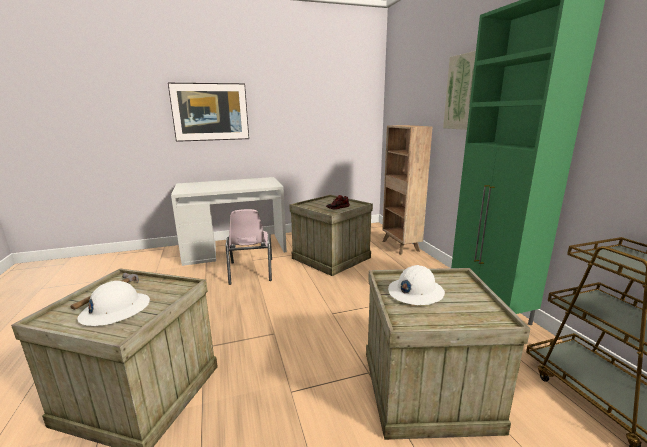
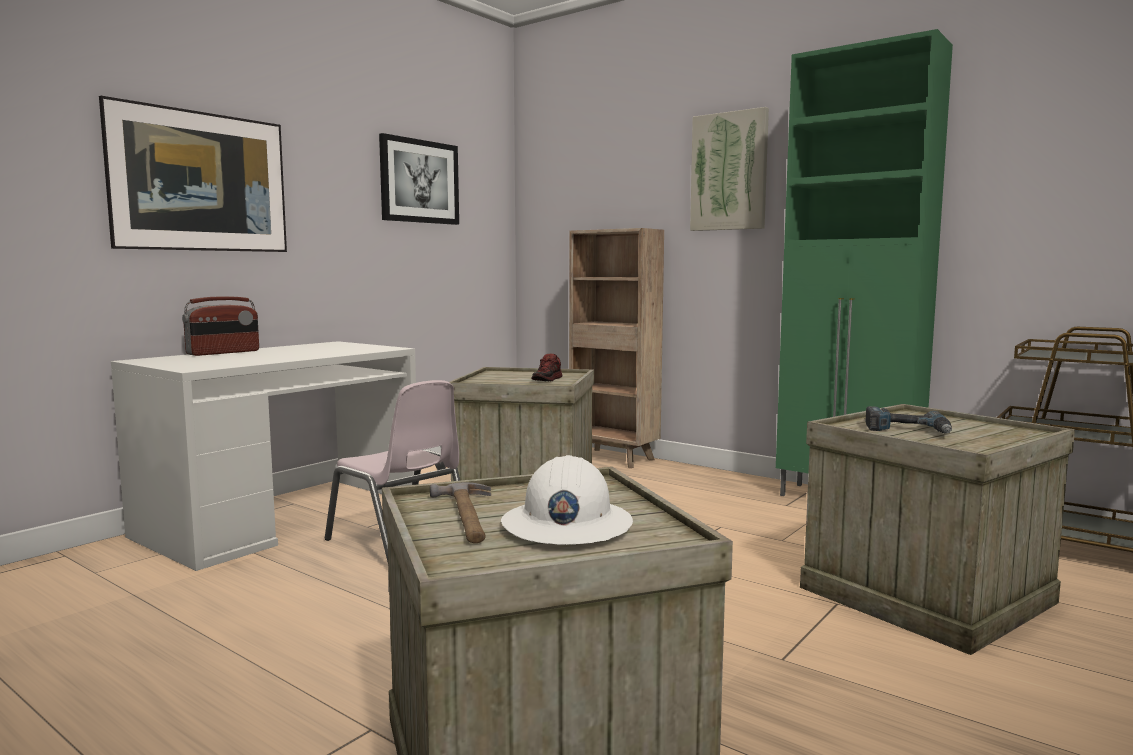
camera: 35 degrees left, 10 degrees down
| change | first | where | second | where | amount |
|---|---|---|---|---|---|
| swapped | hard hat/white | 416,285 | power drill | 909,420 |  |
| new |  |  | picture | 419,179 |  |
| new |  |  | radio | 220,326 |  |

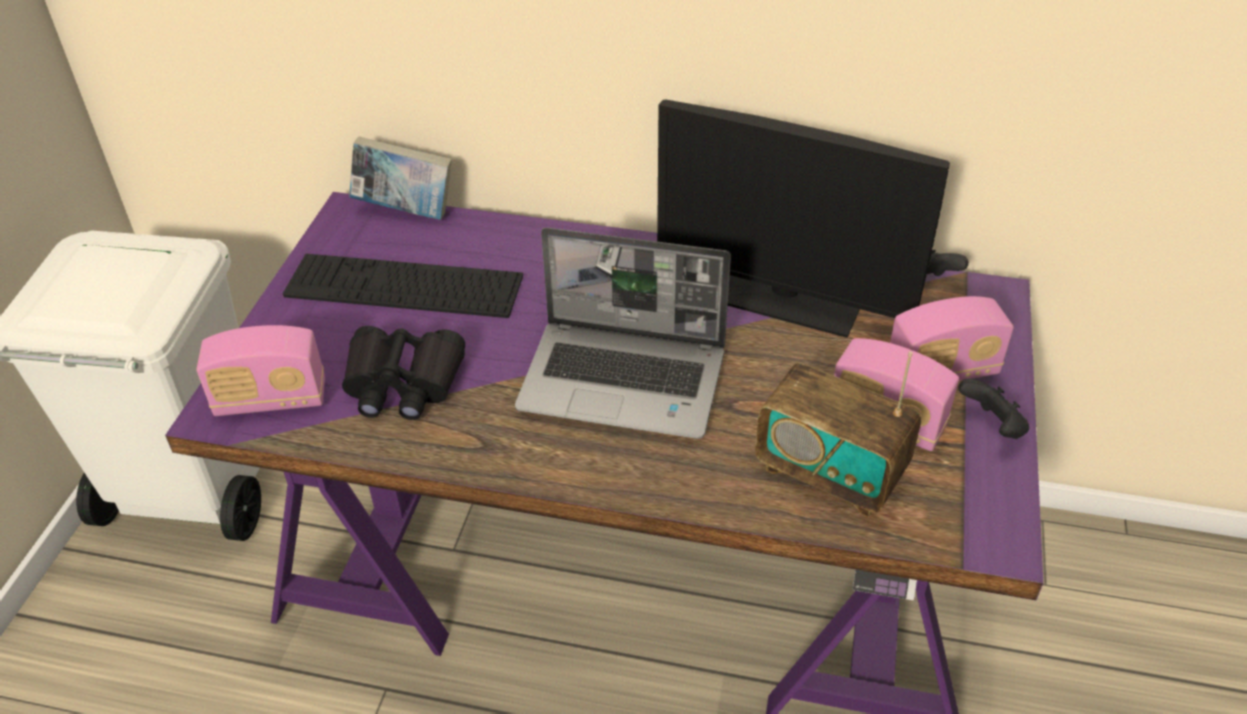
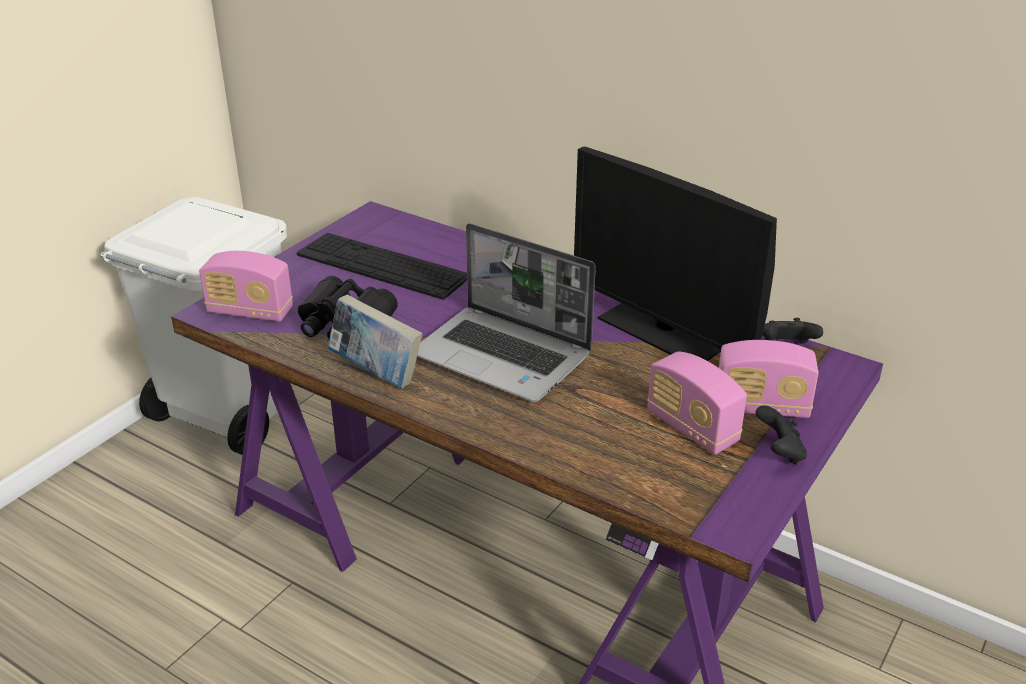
camera: 20 degrees right, 10 degrees down
| change | first | where | second | where | amount |
|---|---|---|---|---|---|
| shifted | book | 400,178 |  | 375,341 |  |
| gone | radio | 838,434 |  |  |  |

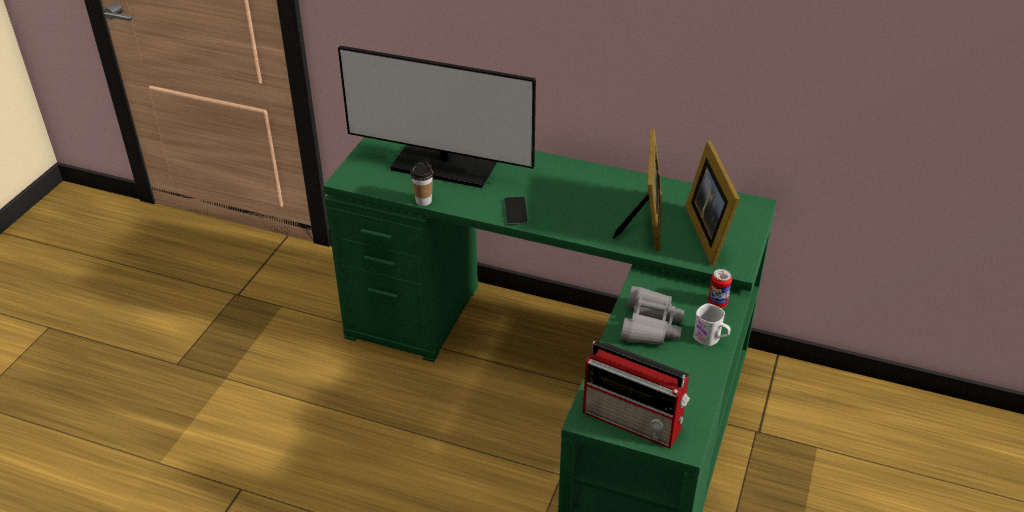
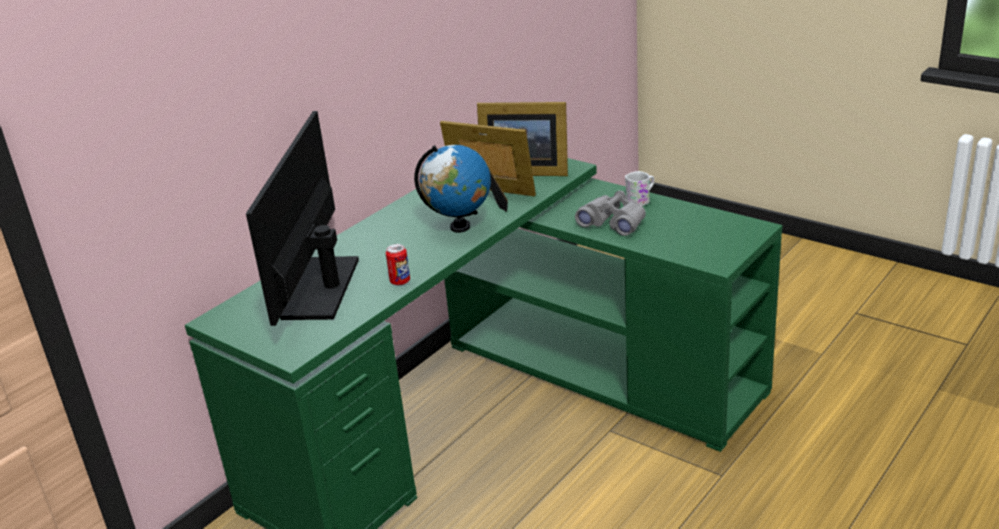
camera: 70 degrees left, 10 degrees down
| change | first | where | second | where | amount |
|---|---|---|---|---|---|
| rotated | monitor | 437,117 |  | 302,218 | 150 degrees clockwise |
| gone | cup | 421,184 |  |  |  |
| gone | phone | 516,211 |  |  |  |
| shifted | can | 720,288 |  | 398,264 |  |
| gone | radio | 636,394 |  |  |  |
| new |  |  | globe | 452,189 |  |

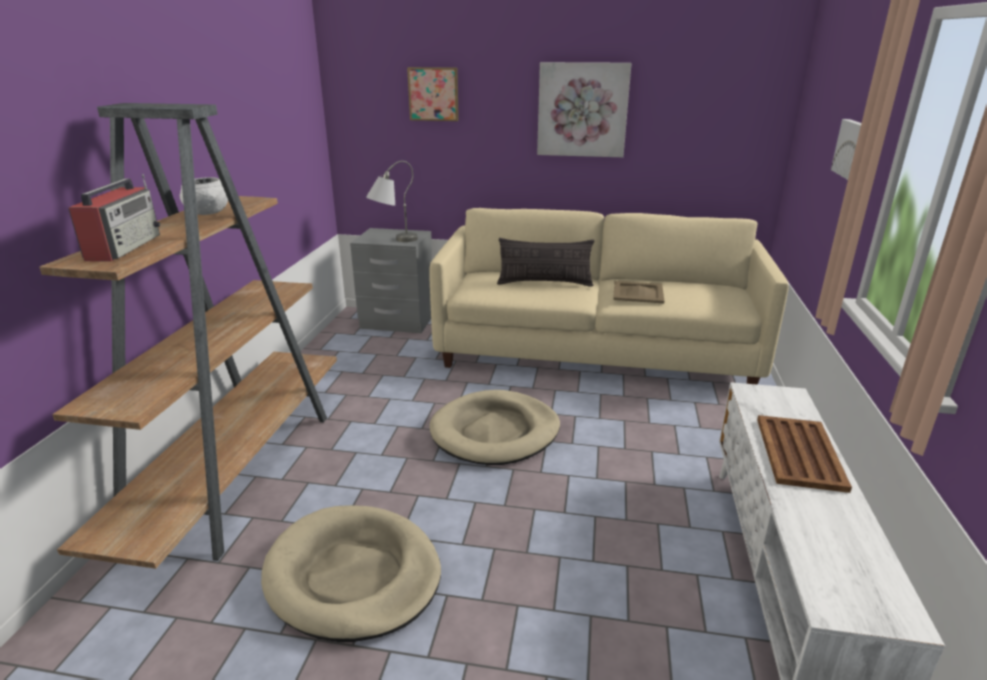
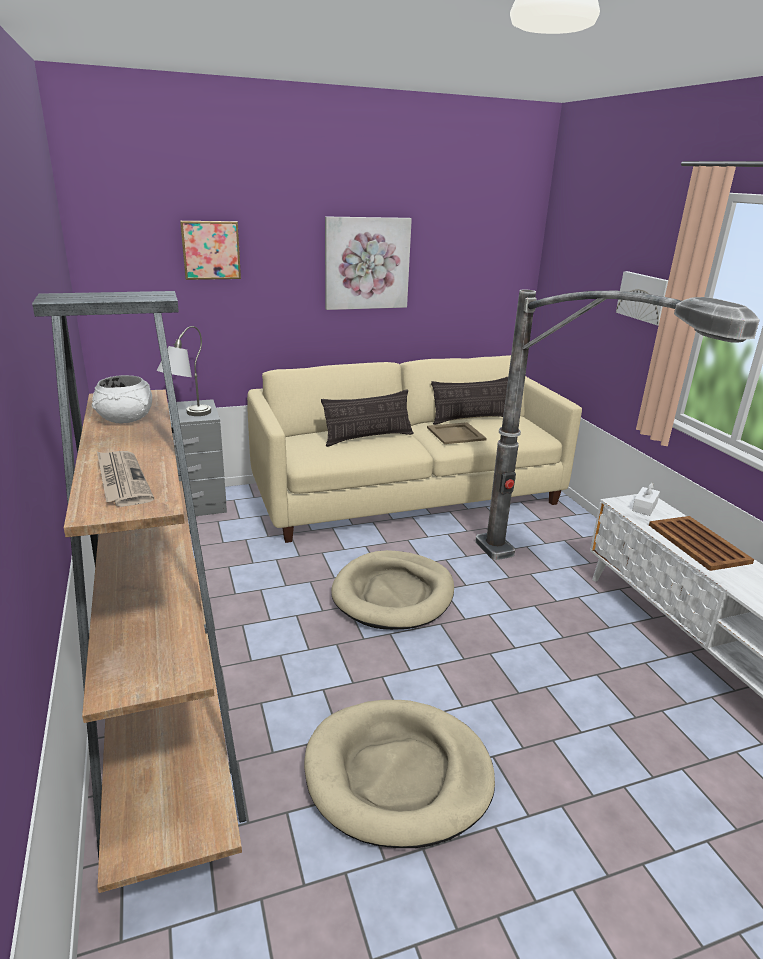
camera: 30 degrees left, 0 degrees up
| change | first | where | second | where | amount |
|---|---|---|---|---|---|
| swapped | radio | 114,217 | newspaper | 125,479 |  |
| new |  |  | floor lamp | 617,425 |  |
| new |  |  | pillow | 469,401 |  |
| new |  |  | tissue box/white | 646,499 |  |

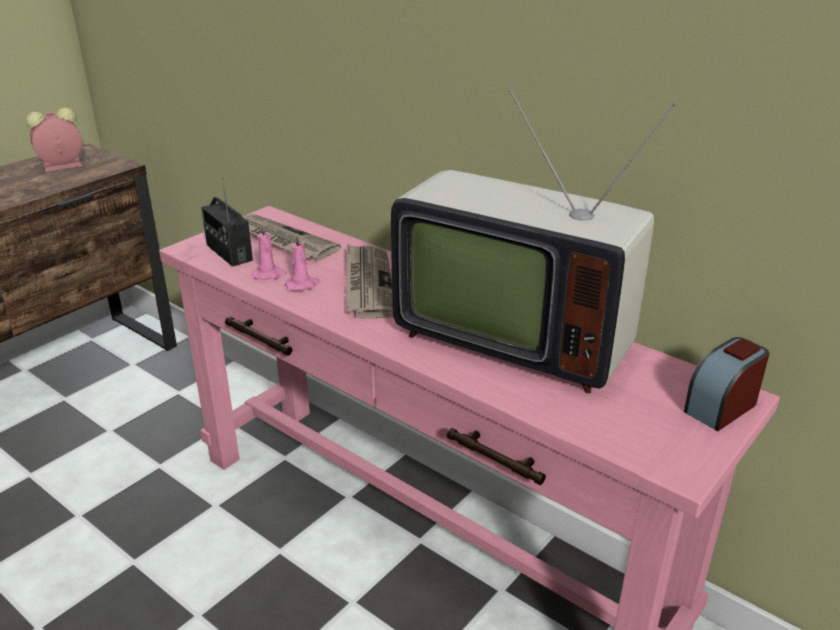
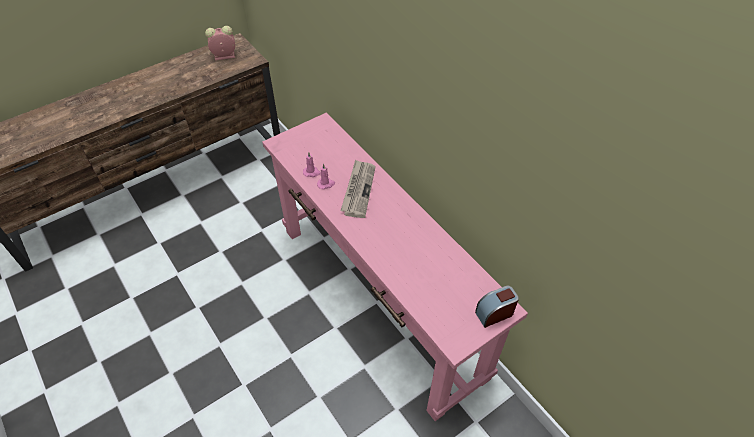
camera: 15 degrees right, 20 degrees up
| change | first | where | second | where | amount |
|---|---|---|---|---|---|
| gone | television | 533,241 |  |  |  |
| gone | radio | 227,222 |  |  |  |
| gone | newspaper | 291,237 |  |  |  |

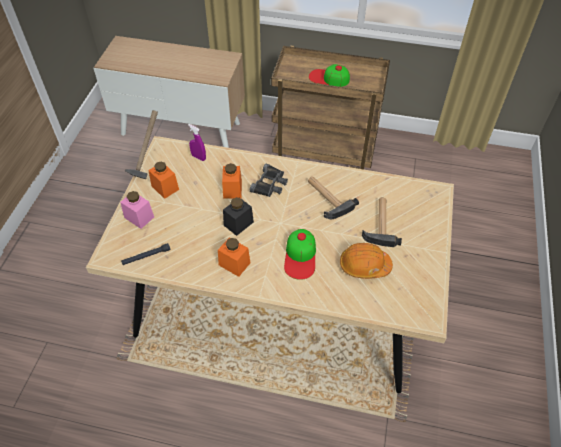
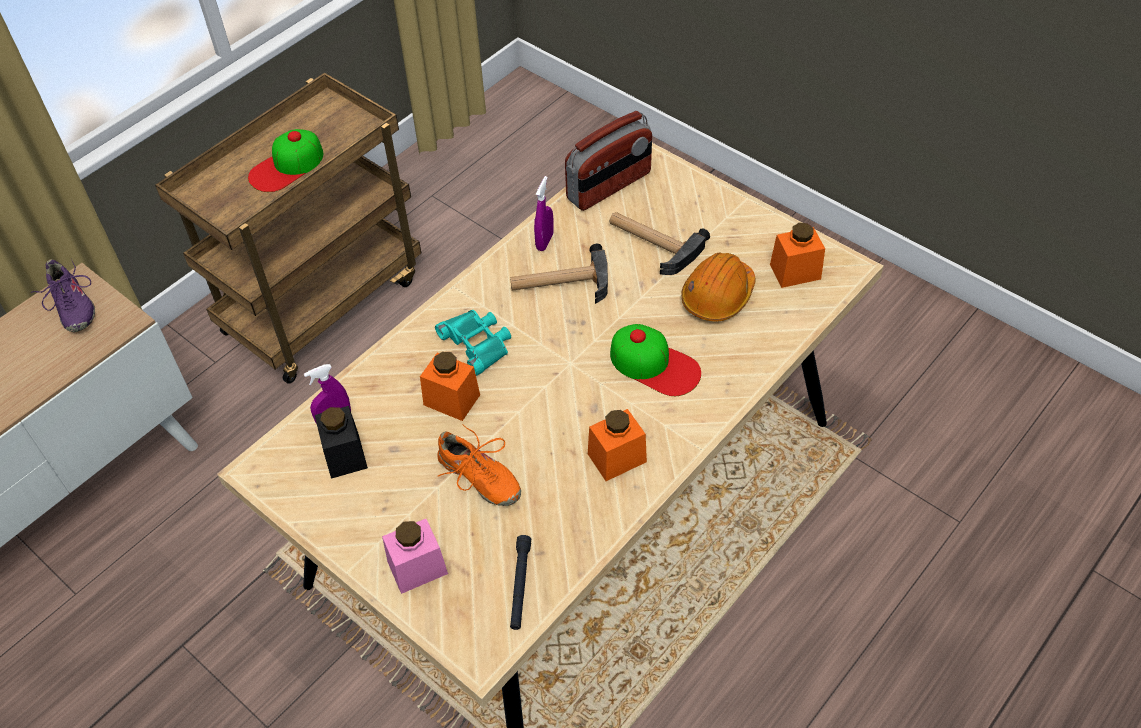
camera: 60 degrees left, 0 degrees up
| change | first | where | second | where | amount |
|---|---|---|---|---|---|
| gone | hammer | 141,144 |  |  |  |
| shifted | jar/orange | 163,180 |  | 797,255 |  |
| repainted | binoculars/black | 269,180 | binoculars/turquoise | 473,343 |  |
| shifted | jar/black | 238,216 |  | 341,442 |  |
| new |  |  | radio | 608,161 |  |
| new |  |  | spray bottle/purple | 544,213 |  |
| new |  |  | shoe/purple | 63,295 |  |
| new |  |  | shoe/orange | 479,465 |  |

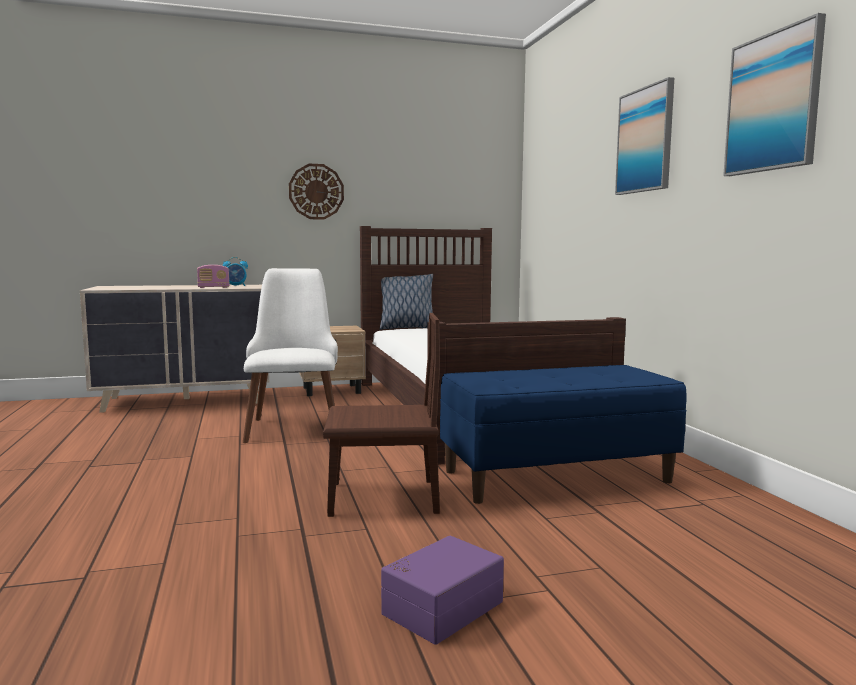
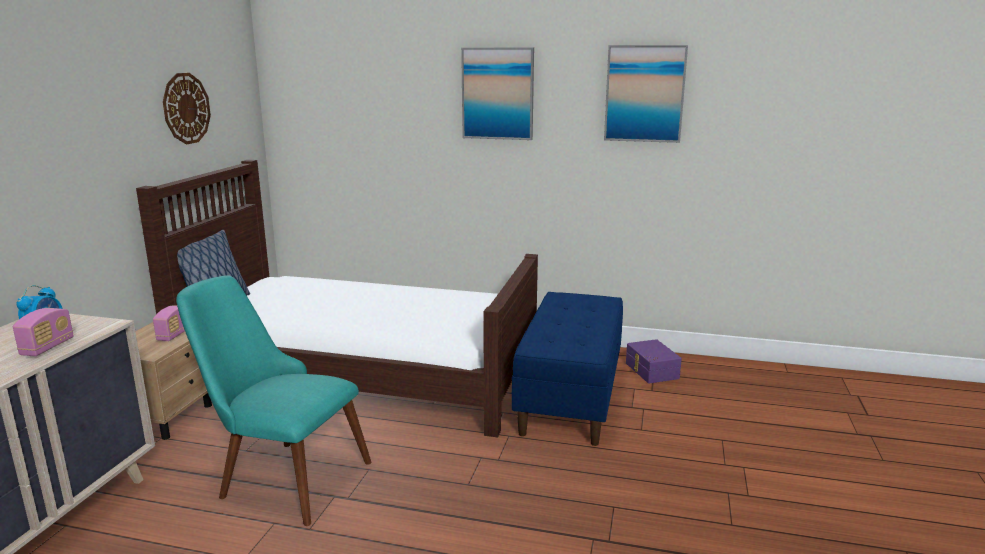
camera: 60 degrees left, 10 degrees up
| change | first | where | second | where | amount |
|---|---|---|---|---|---|
| shifted | wall clock | 316,192 |  | 187,108 |  |
| repainted | chair/white | 290,355 | chair/turquoise | 274,400 |  |
| gone | chair/brown | 381,415 |  |  |  |
| shifted | storage box/purple | 442,590 |  | 654,361 |  |
| new |  |  | radio | 169,323 |  |

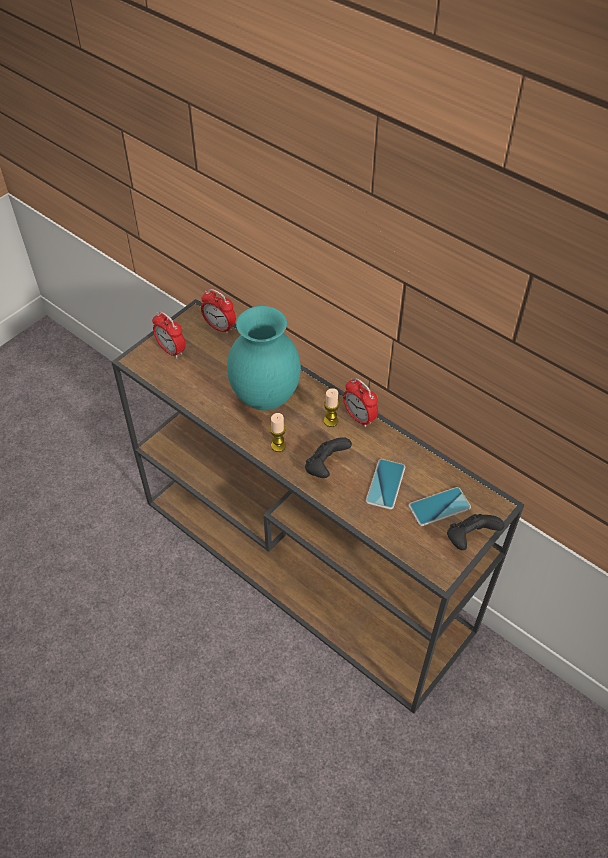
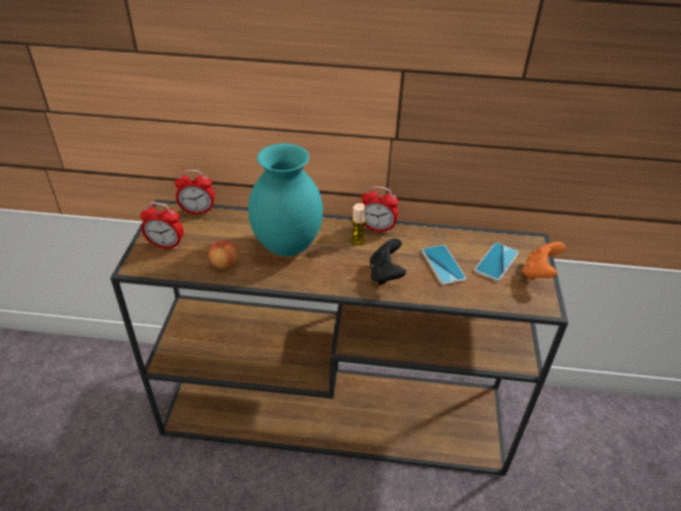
camera: 35 degrees left, 10 degrees down
| change | first | where | second | where | amount |
|---|---|---|---|---|---|
| gone | candle | 278,432 |  |  |  |
| repainted | game controller/black | 476,532 | game controller/orange | 544,261 |  |
| new |  |  | apple | 224,255 |  |

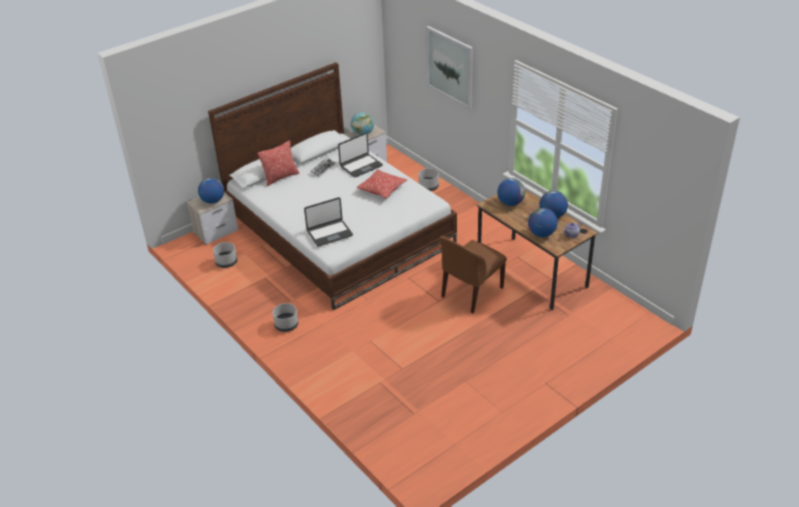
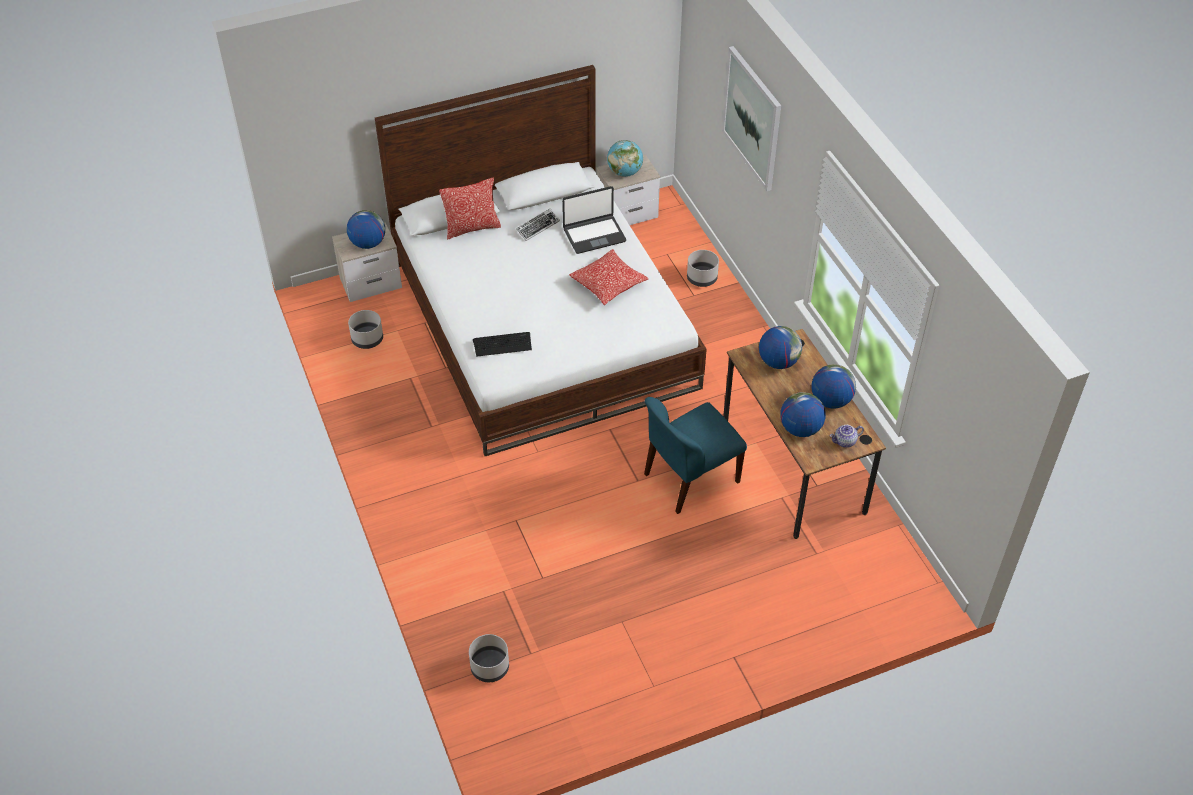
camera: 15 degrees right, 10 degrees up
| change | first | where | second | where | amount |
|---|---|---|---|---|---|
| swapped | laptop | 328,221 | keyboard | 502,344 |  |
| repainted | chair/brown | 473,275 | chair/blue | 695,455 |  |
| shifted | planter/grey | 285,317 |  | 489,658 |  |

